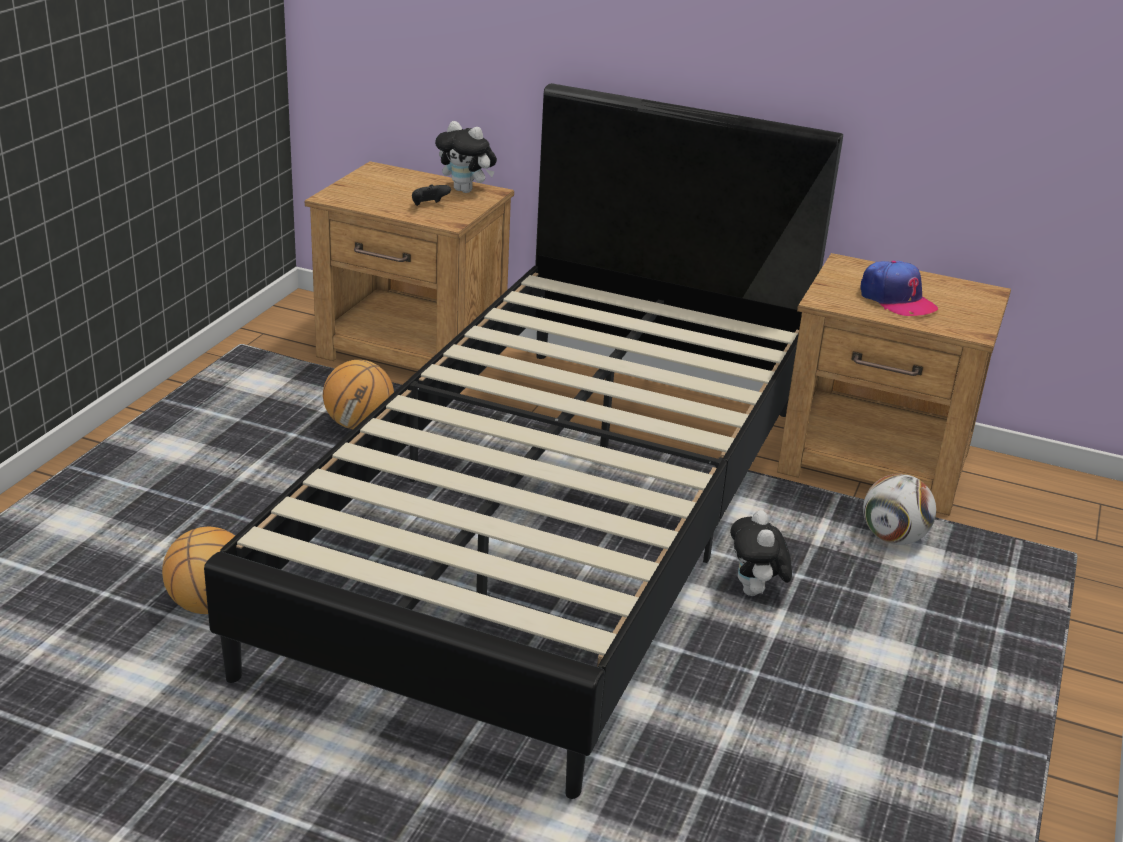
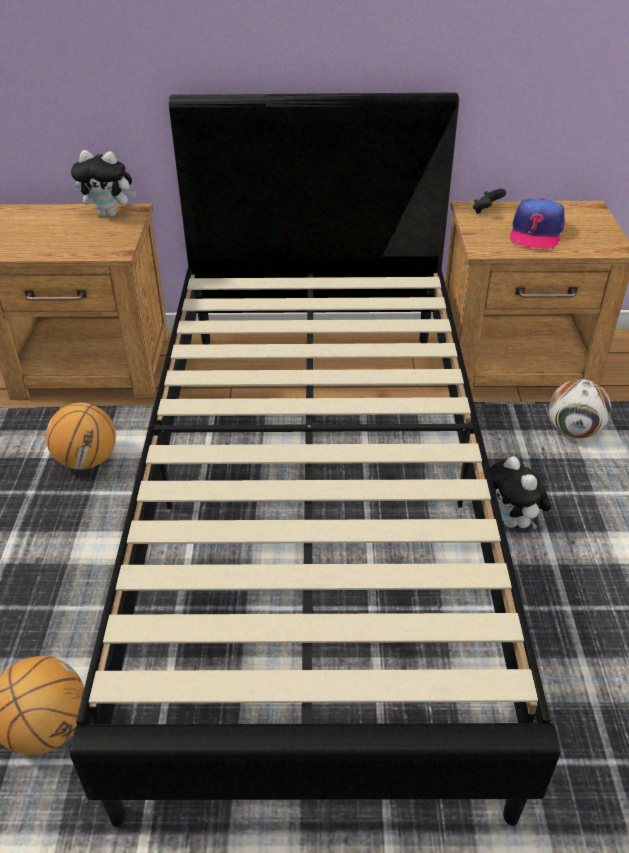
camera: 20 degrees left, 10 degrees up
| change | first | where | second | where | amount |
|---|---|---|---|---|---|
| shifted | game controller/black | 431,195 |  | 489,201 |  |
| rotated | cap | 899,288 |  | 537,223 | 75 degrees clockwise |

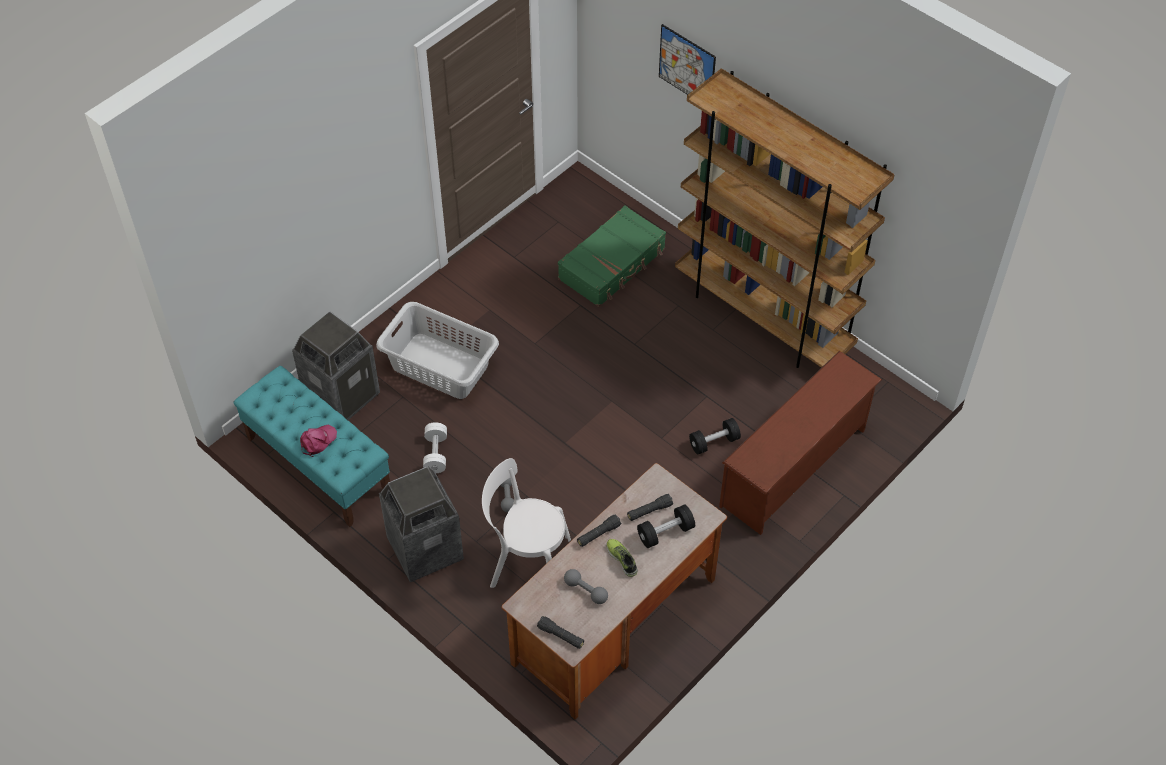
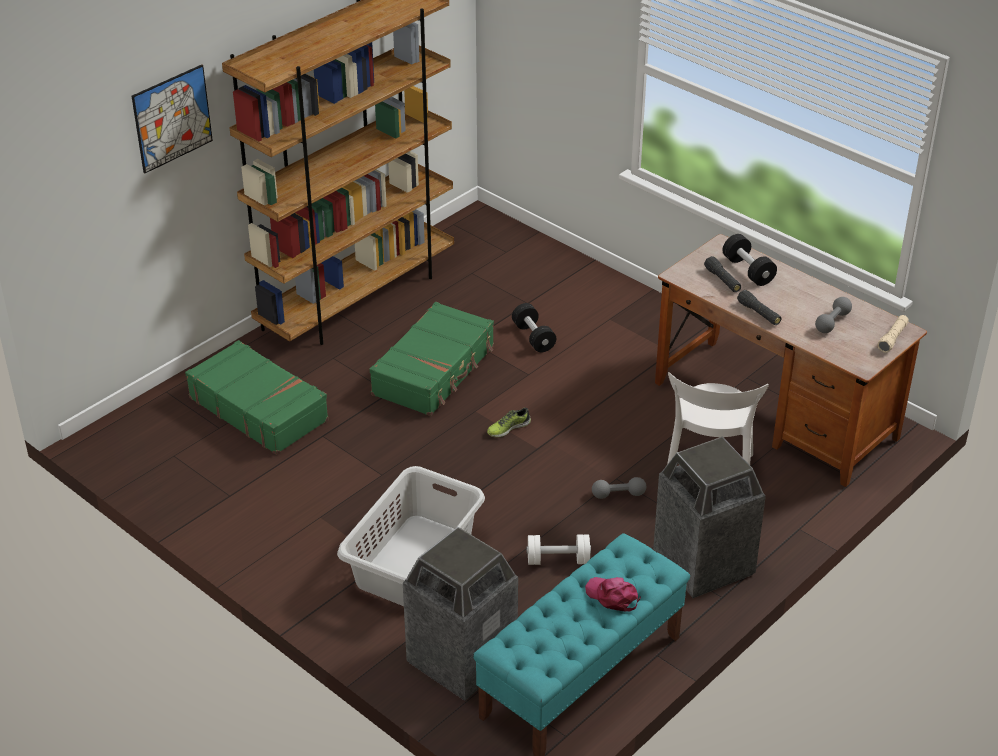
camera: 90 degrees left, 15 degrees down
| change | first | where | second | where | amount |
|---|---|---|---|---|---|
| gone | shoe rack/brown | 800,443 |  |  |  |
| shifted | shoe | 622,558 |  | 509,422 |  |
| repainted | flashlight/black | 560,632 | flashlight/beige | 893,334 |  |
| new |  |  | suitcase/green | 432,359 |  |

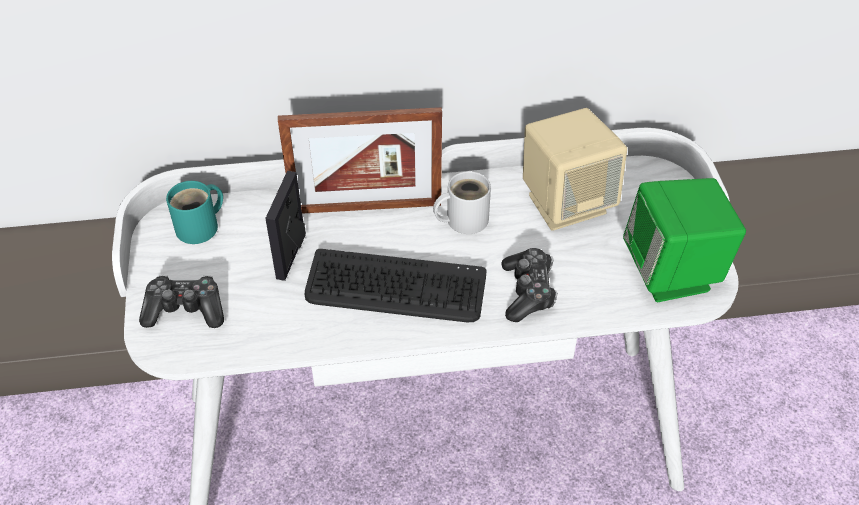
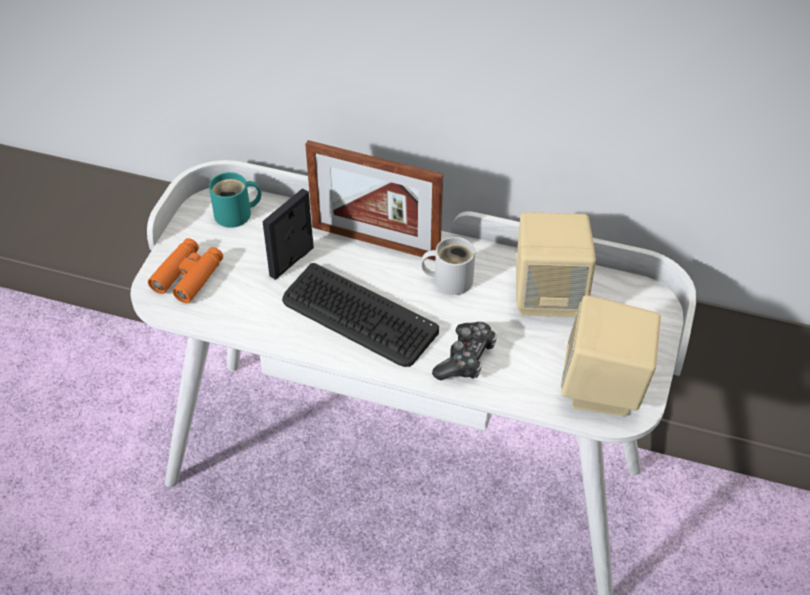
camera: 25 degrees right, 0 degrees up
| change | first | where | second | where | amount |
|---|---|---|---|---|---|
| repainted | speaker/green | 684,240 | speaker/beige | 611,355 |  |
| swapped | game controller | 181,301 | binoculars/orange | 185,271 |  |

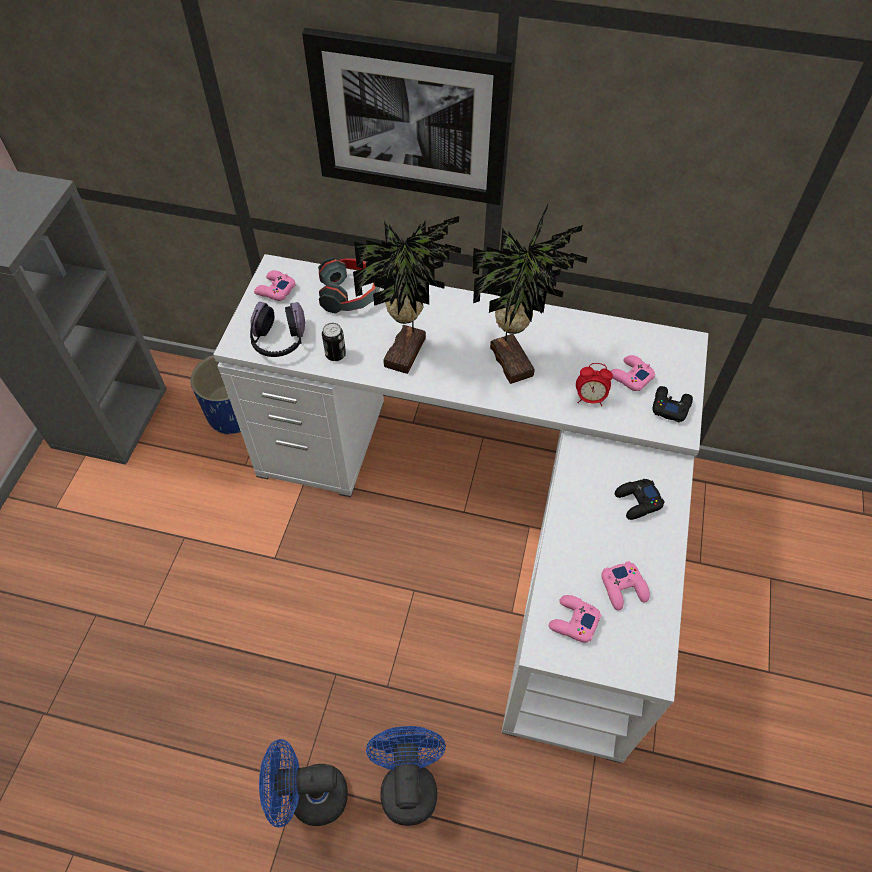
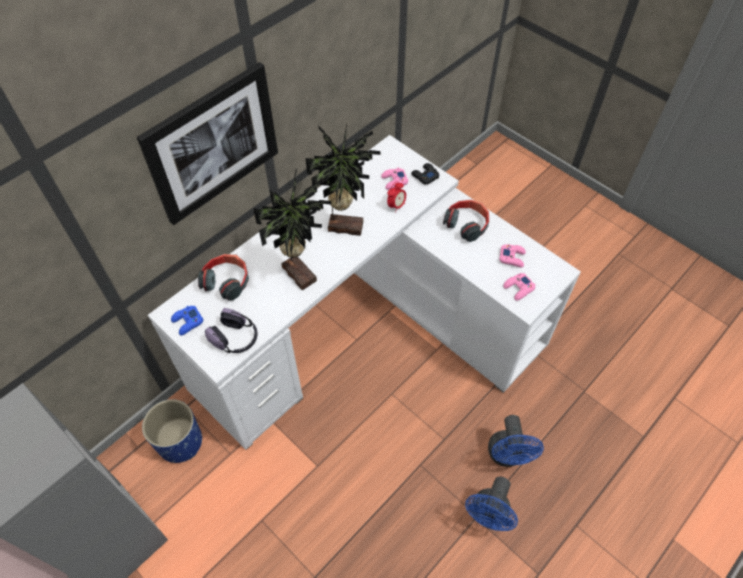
camera: 60 degrees left, 0 degrees up
| change | first | where | second | where | amount |
|---|---|---|---|---|---|
| repainted | game controller/pink | 275,285 | game controller/blue | 187,320 |  |
| gone | can | 334,342 |  |  |  |
| swapped | game controller/black | 640,499 | headphones | 466,221 |  |
| rotated | fan/blue | 406,776 |  | 516,441 | 120 degrees counterclockwise |

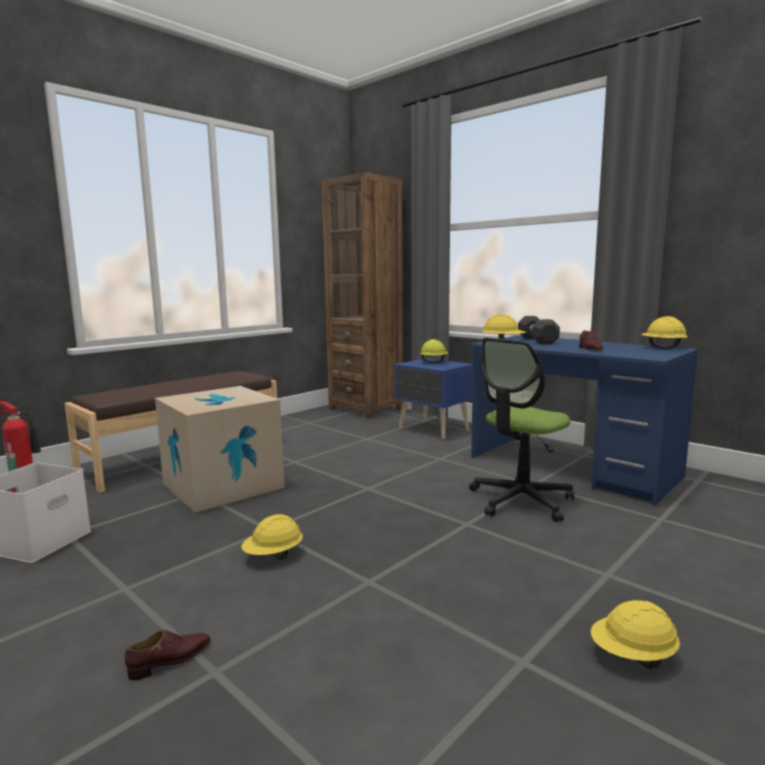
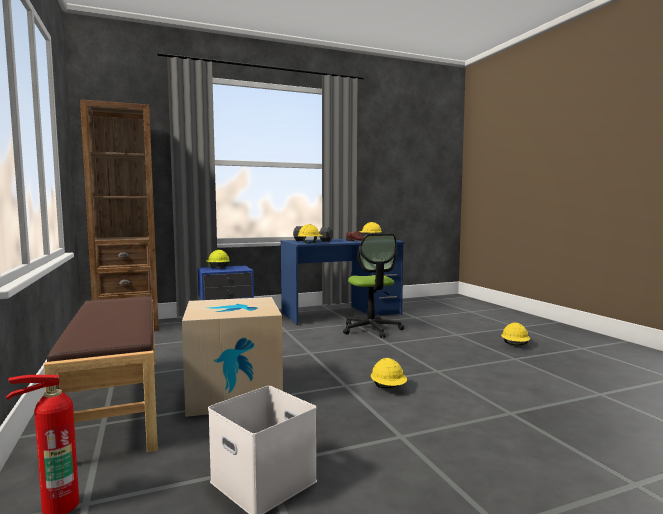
camera: 65 degrees left, 5 degrees down
| change | first | where | second | where | amount |
|---|---|---|---|---|---|
| gone | shoe/brown | 168,655 |  |  |  |

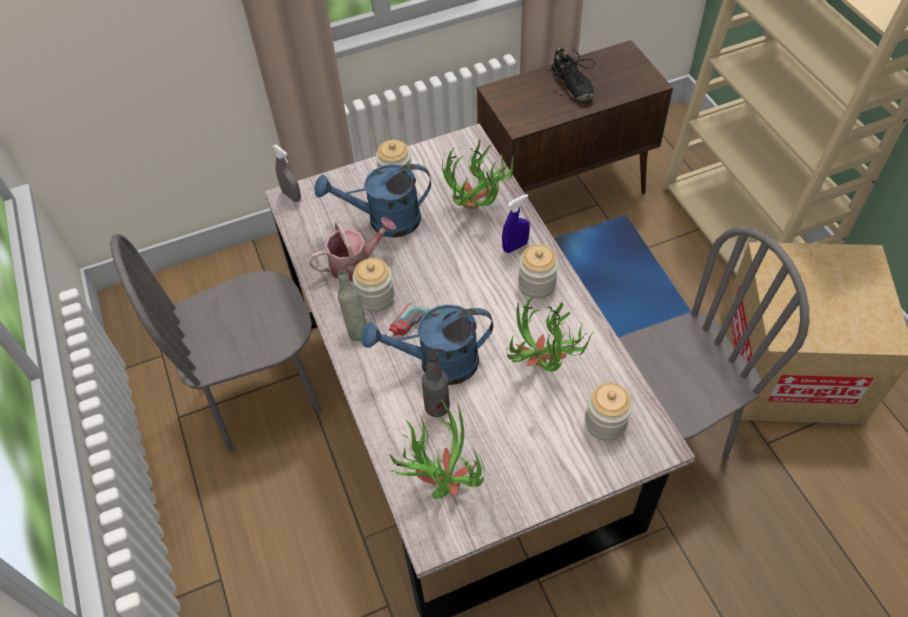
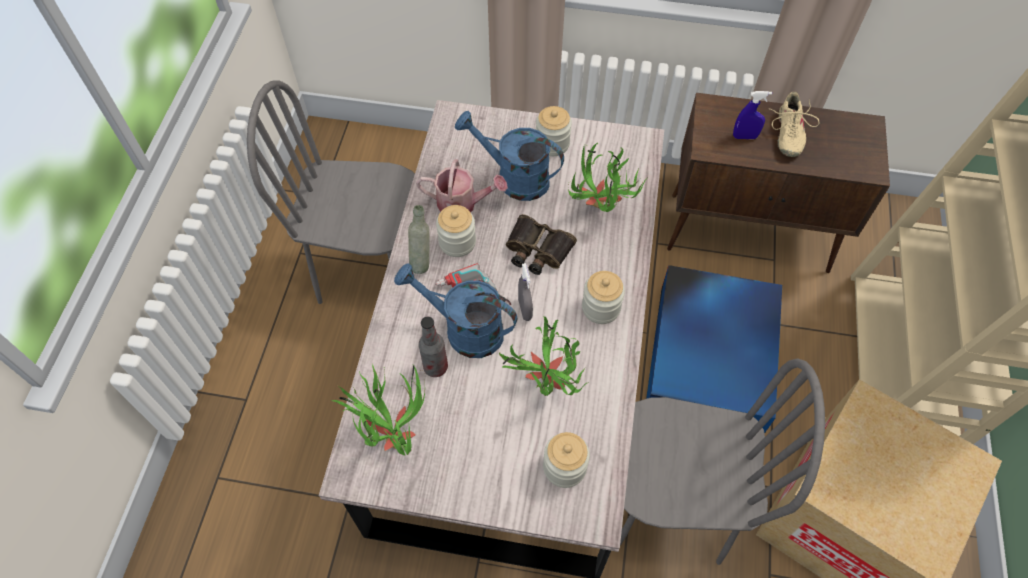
camera: 30 degrees right, 5 degrees up
| change | first | where | second | where | amount |
|---|---|---|---|---|---|
| repainted | shoe/black | 571,74 | shoe/beige | 794,124 |  |
| shifted | spray bottle/grey | 286,173 |  | 525,292 |  |
| shifted | spray bottle/blue | 516,223 |  | 752,115 |  |
| new |  |  | binoculars | 541,244 |  |

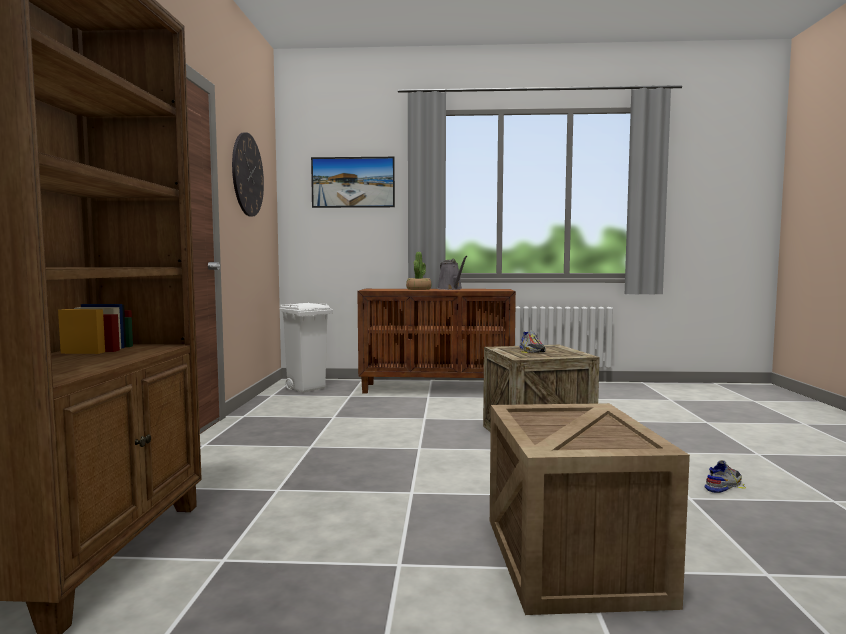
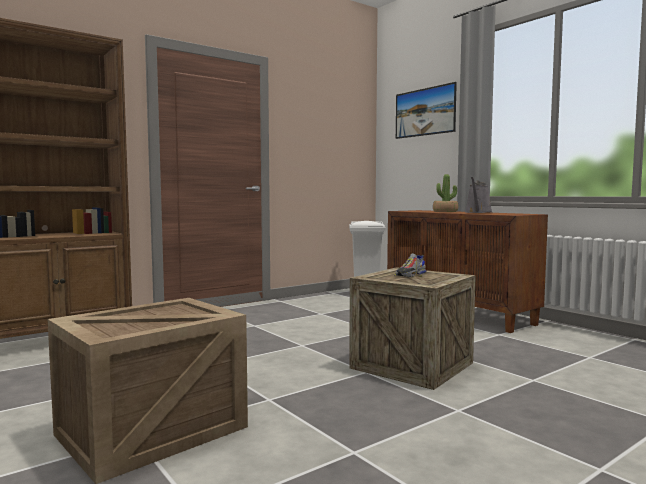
camera: 50 degrees right, 0 degrees up
| change | first | where | second | where | amount |
|---|---|---|---|---|---|
| gone | wall clock | 248,174 |  |  |  |
| gone | shoe | 725,476 |  |  |  |

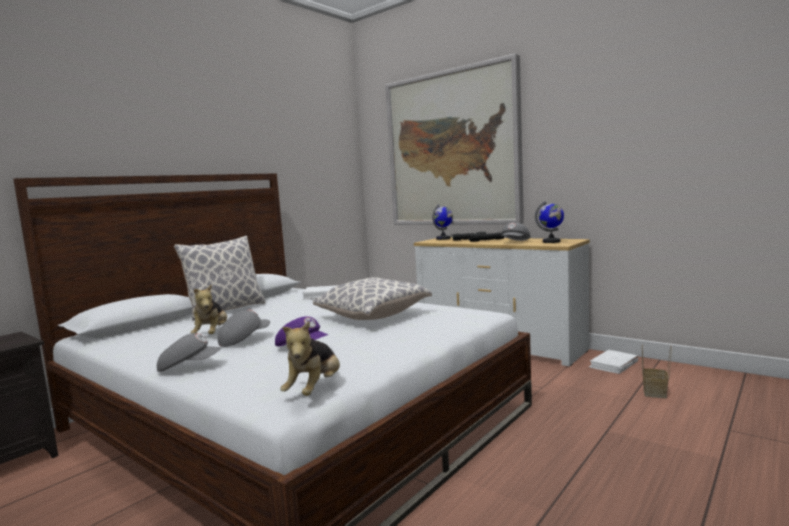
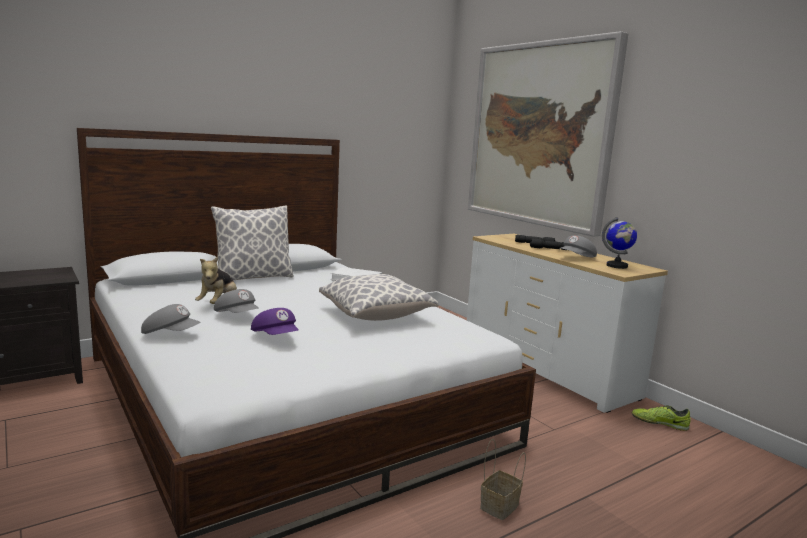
camera: 15 degrees right, 5 degrees up
| change | first | where | second | where | amount |
|---|---|---|---|---|---|
| gone | globe | 442,222 |  |  |  |
| rotated | cap/grey | 244,328 |  | 236,301 | 75 degrees clockwise |
| gone | plush toy | 310,358 |  |  |  |
| shifted | basket | 657,371 |  | 503,479 |  |
| swapped | book/white | 613,362 | shoe | 661,418 |  |

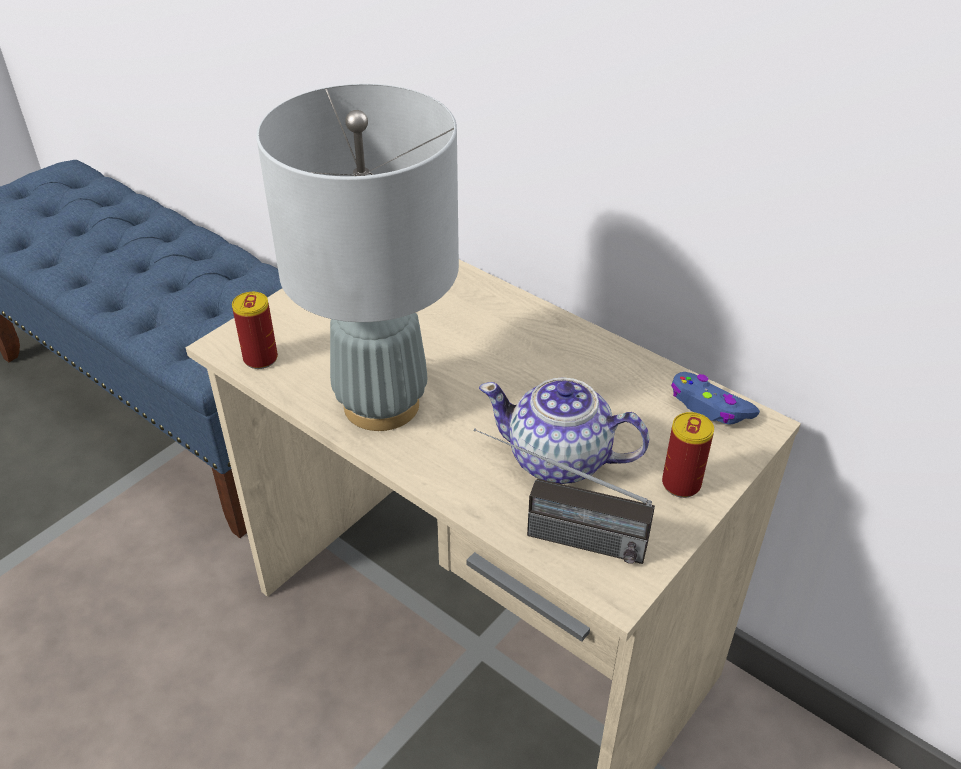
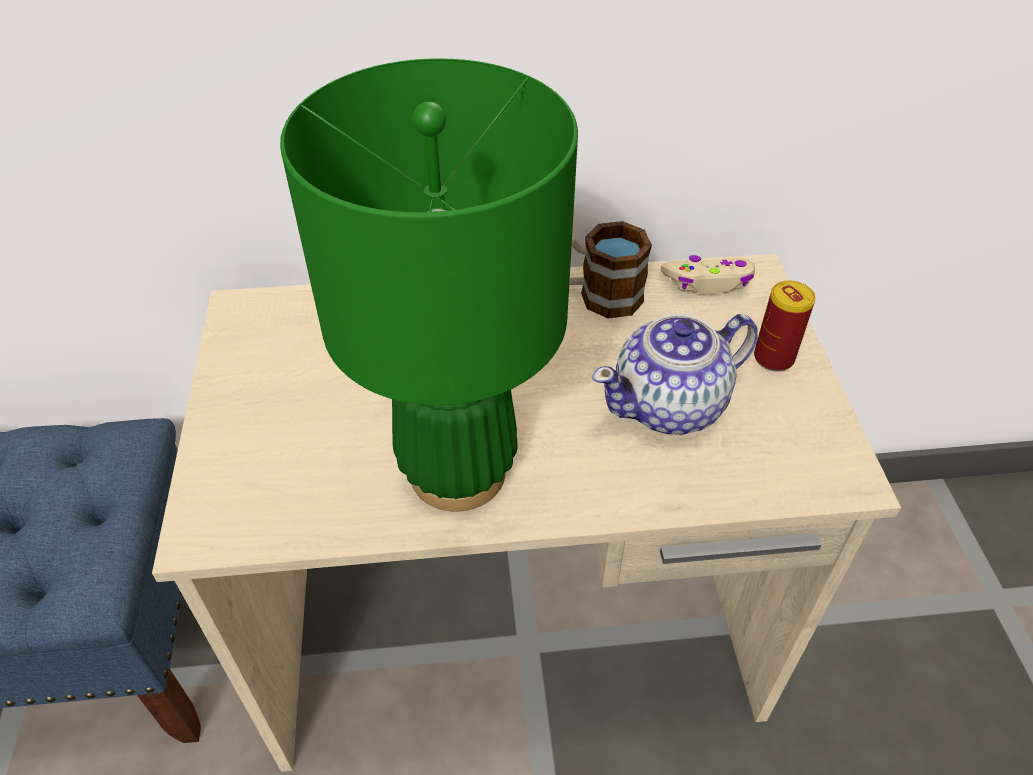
camera: 45 degrees left, 5 degrees up
| change | first | where | second | where | amount |
|---|---|---|---|---|---|
| repainted | table lamp/grey | 357,257 | table lamp/green | 429,285 |  |
| gone | can | 255,330 |  |  |  |
| repainted | game controller/blue | 715,398 | game controller/beige | 708,274 |  |
| gone | radio | 564,496 |  |  |  |
| new |  |  | mug | 610,269 |  |

